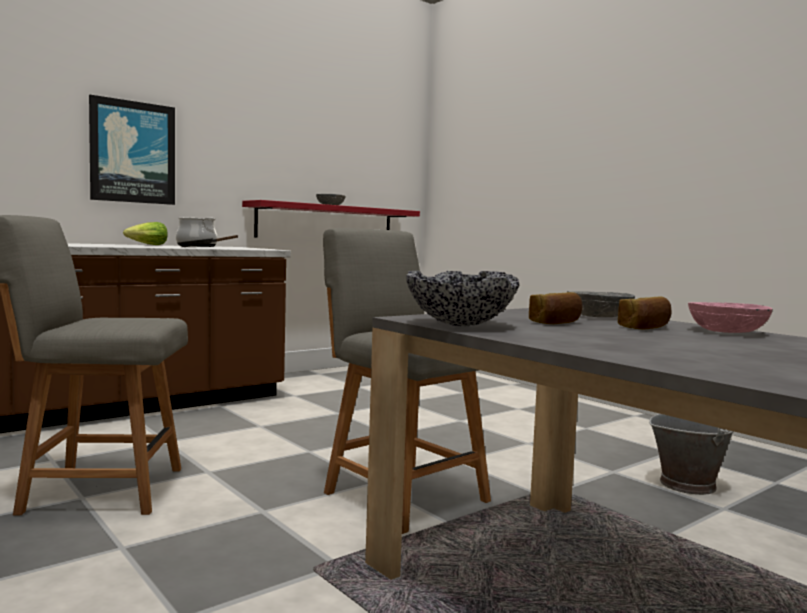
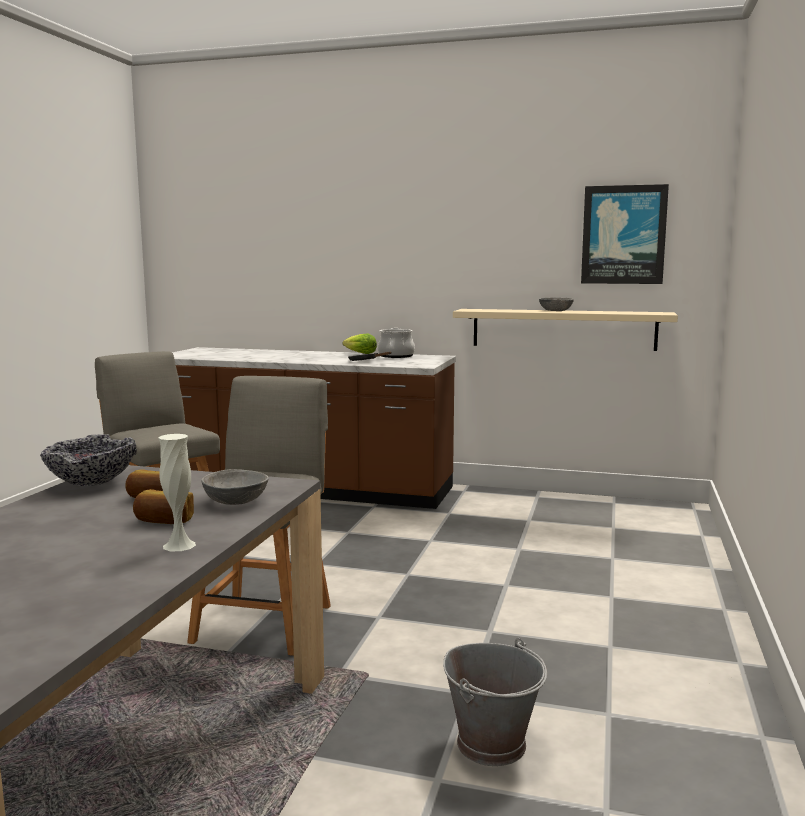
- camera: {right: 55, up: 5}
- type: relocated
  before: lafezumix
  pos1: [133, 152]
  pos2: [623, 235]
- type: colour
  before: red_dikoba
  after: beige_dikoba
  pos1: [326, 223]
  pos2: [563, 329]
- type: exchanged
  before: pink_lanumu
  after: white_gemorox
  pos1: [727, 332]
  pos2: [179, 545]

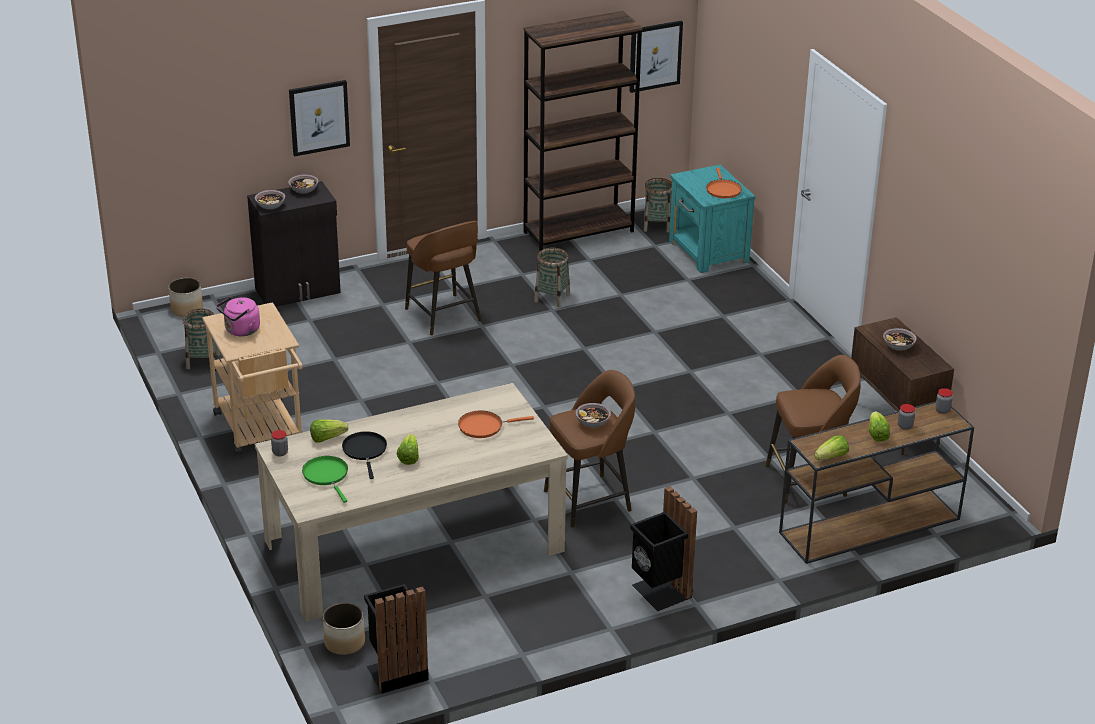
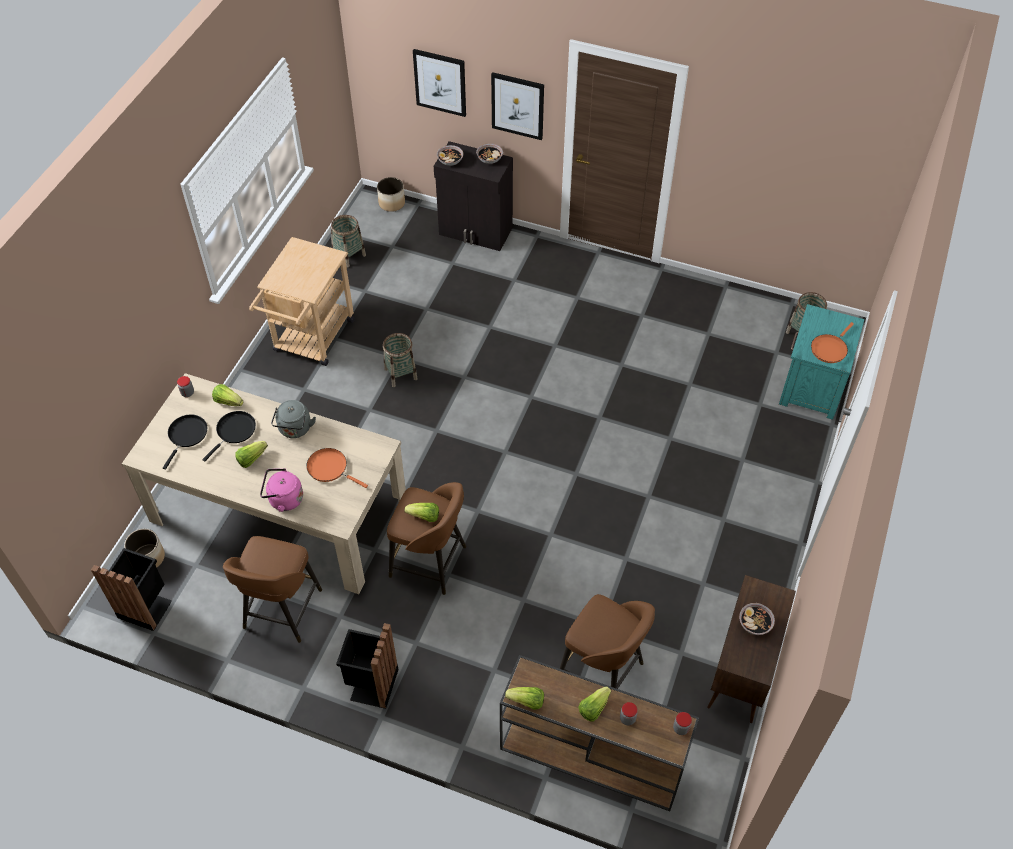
- camera: {right: 45, up: 20}
- type: missing
  before: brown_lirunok
  pos1: [579, 232]
- type: relocated
  before: lafezumix
  pos1: [655, 56]
  pos2: [440, 82]
- type: relocated
  before: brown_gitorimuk
  pos1: [444, 316]
  pos2: [281, 611]
- type: relocated
  before: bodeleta
  pos1: [552, 298]
  pos2: [401, 374]
- type: relocated
  before: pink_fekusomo
  pos1: [240, 331]
  pos2: [283, 499]
- type: exchanged
  before: lanumu
  after: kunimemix
  pos1: [593, 422]
  pos2: [424, 517]
- type: colour
  before: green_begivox
  after: black_begivox
  pos1: [327, 476]
  pos2: [187, 435]
- type: appeared
  after: grey_fekusomo
  pos2: [295, 430]

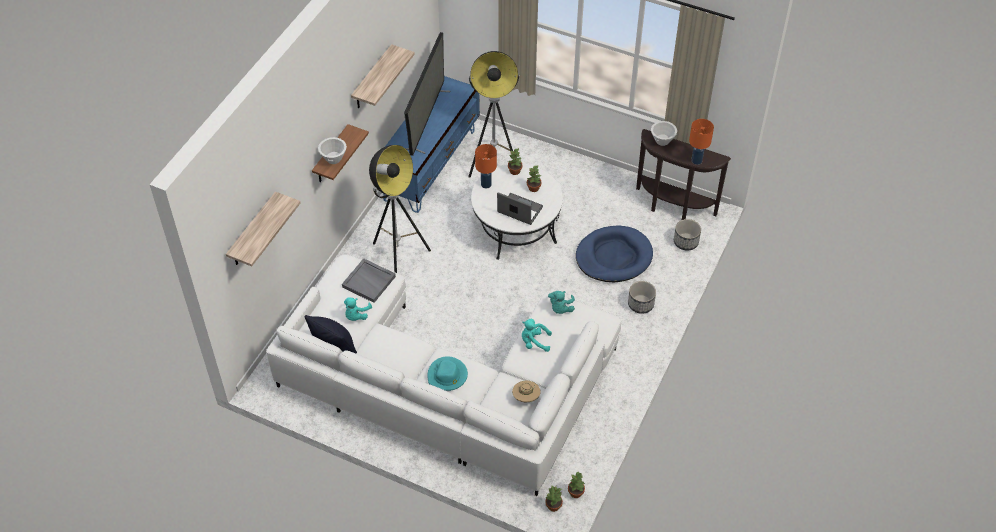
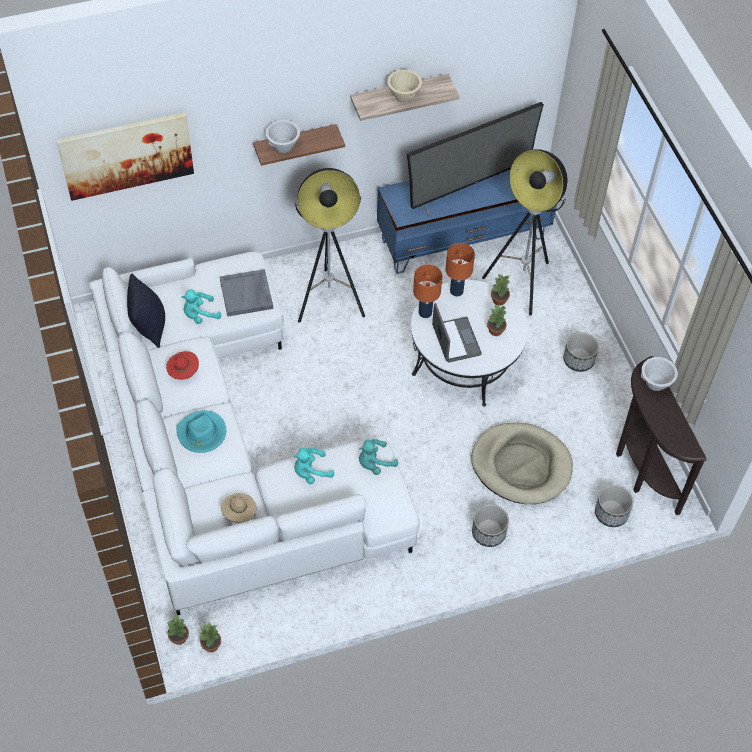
- camera: {right: 45, up: 5}
- type: relocated
  before: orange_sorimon
  pos1: [696, 161]
  pos2: [424, 312]
- type: exchanged
  before: dikoba
  after: lafezumix
  pos1: [252, 231]
  pos2: [126, 155]
- type: colour
  before: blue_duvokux
  after: beige_duvokux
  pos1: [613, 257]
  pos2: [521, 465]
- type: spun
  before: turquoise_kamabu
  pos1: [534, 342]
  pos2: [311, 472]
  turn: -75
- type: appeared
  after: beige_lanumu
  pos2: [404, 96]
- type: appeared
  after: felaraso
  pos2: [579, 360]
- type: appeared
  after: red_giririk
  pos2: [183, 372]

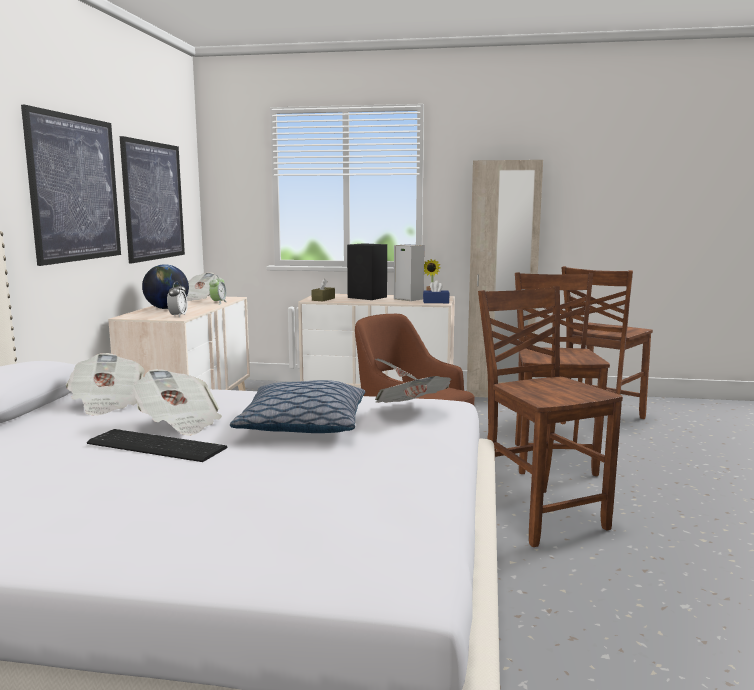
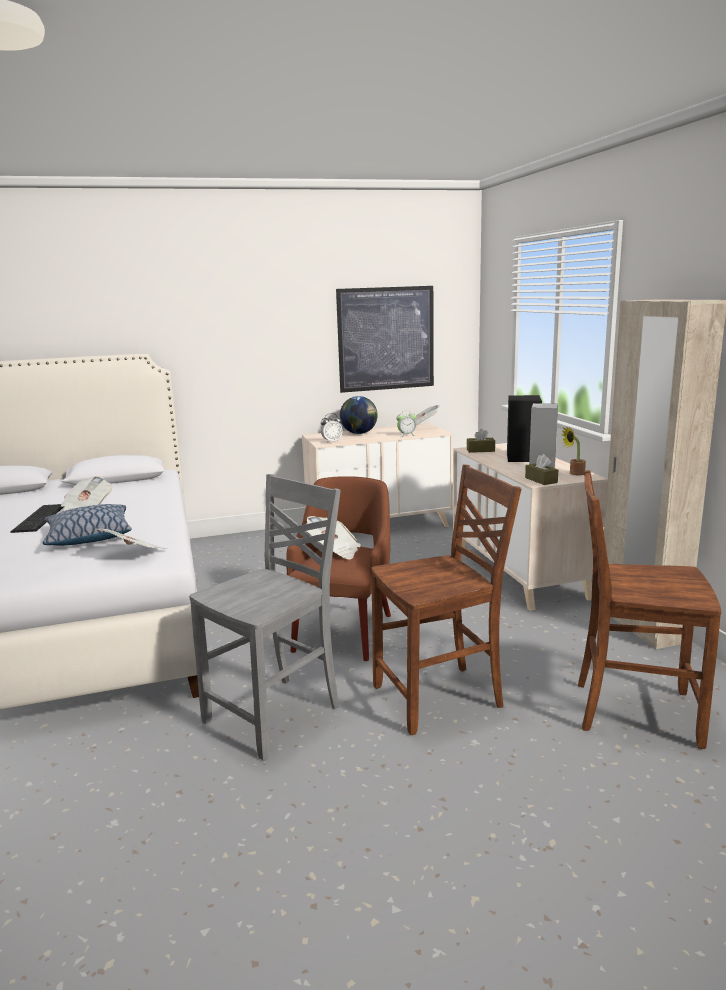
- camera: {right: 65, up: 5}
- type: missing
  before: lafezumix
  pos1: [75, 188]
- type: colour
  before: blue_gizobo
  after: brown_gizobo
  pos1: [436, 302]
  pos2: [541, 480]
- type: colour
  before: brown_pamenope
  after: grey_pamenope
  pos1: [540, 514]
  pos2: [276, 714]
- type: missing
  before: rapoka
  pos1: [107, 404]

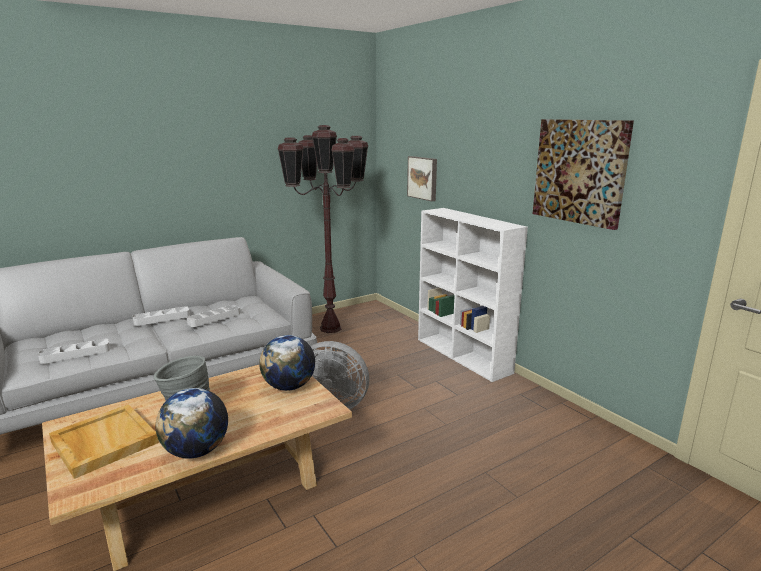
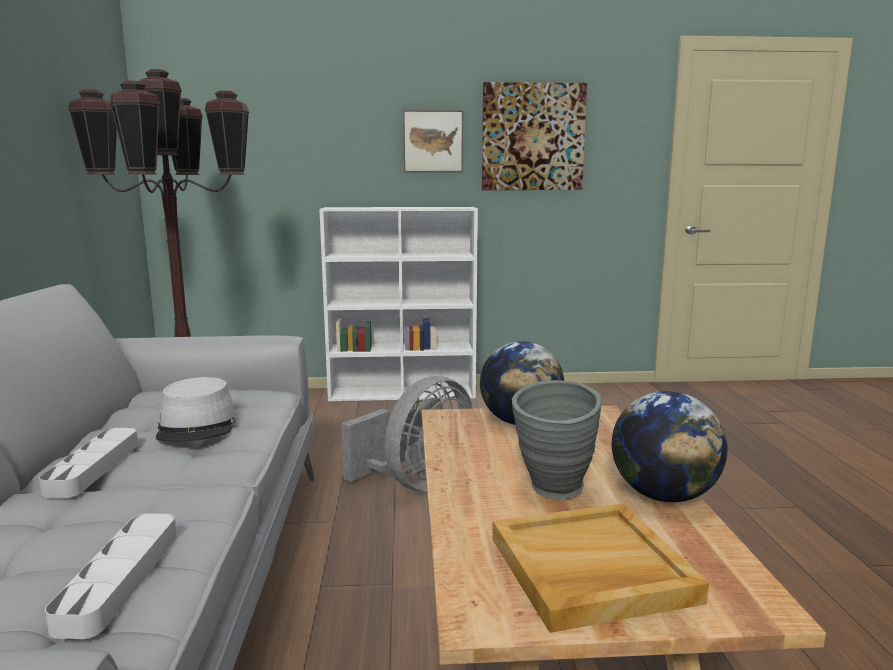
- camera: {right: -60, up: -5}
- type: relocated
  before: lafezumix
  pos1: [423, 178]
  pos2: [433, 141]
- type: exchanged
  before: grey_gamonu
  after: grey_giririk
  pos1: [214, 318]
  pos2: [197, 426]

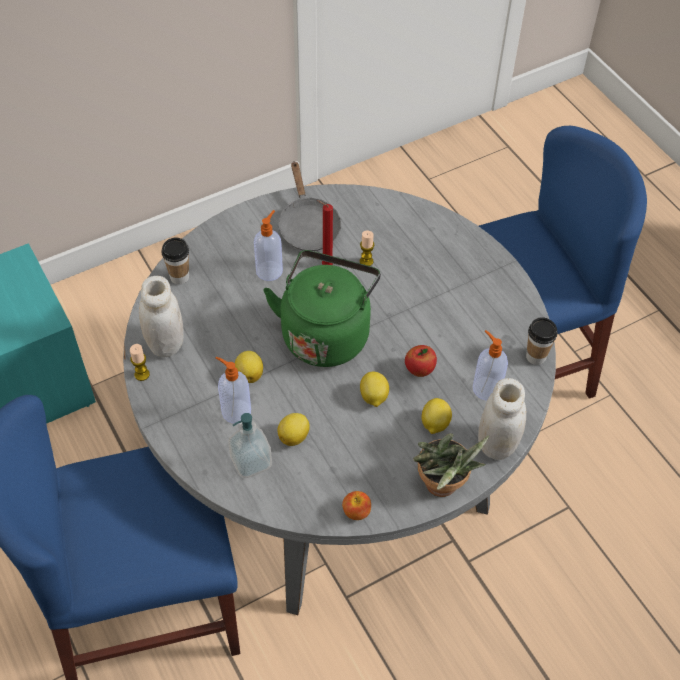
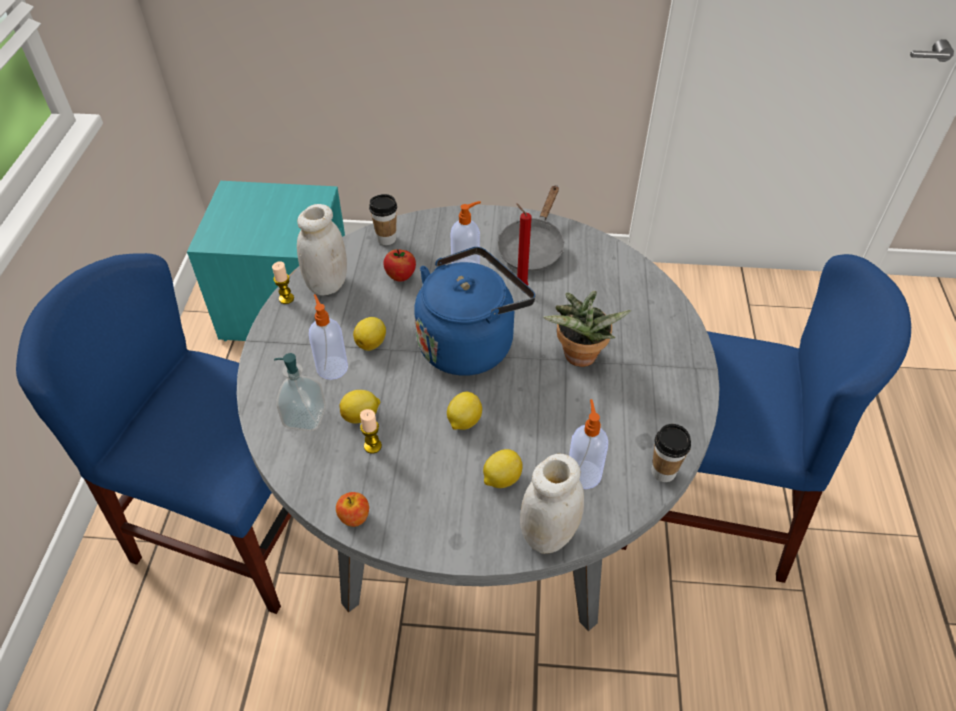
- camera: {right: 35, up: -5}
- type: relocated
  before: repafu
  pos1: [366, 261]
  pos2: [372, 446]
- type: colour
  before: green_fekusomo
  after: blue_fekusomo
  pos1: [326, 333]
  pos2: [470, 343]
- type: relocated
  before: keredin
  pos1: [419, 370]
  pos2: [400, 276]
- type: relocated
  before: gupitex
  pos1: [442, 488]
  pos2: [579, 359]

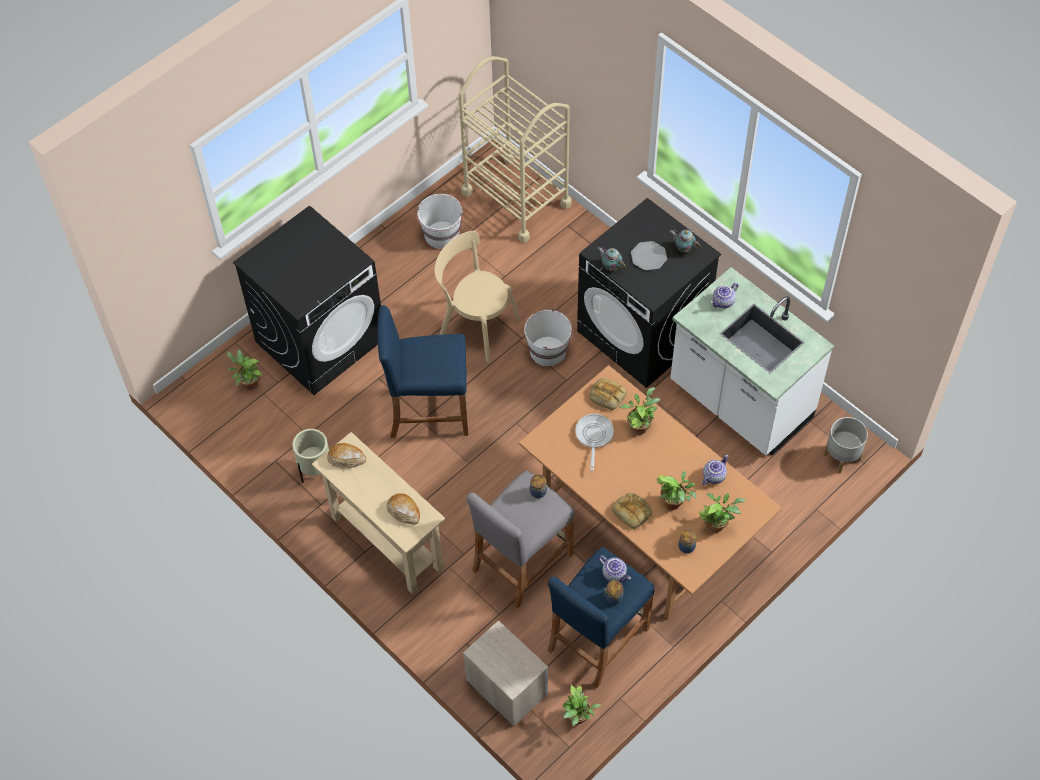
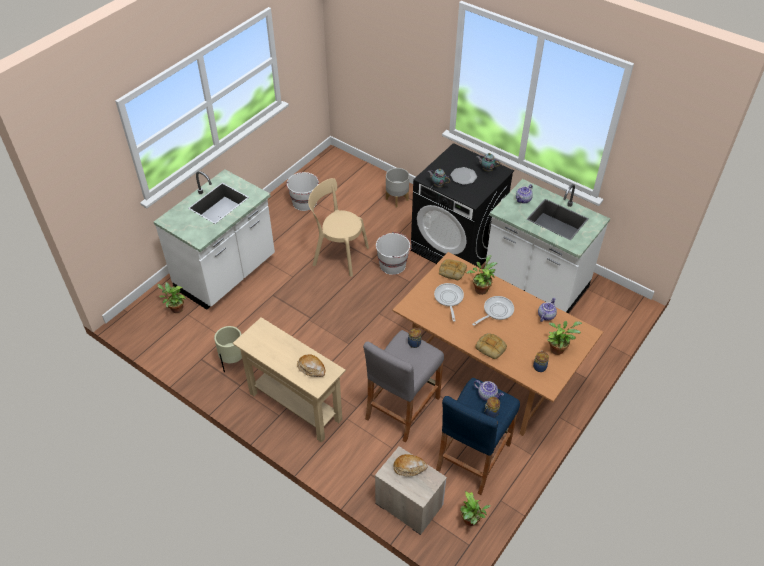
- camera: {right: -10, up: -10}
- type: missing
  before: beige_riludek
  pos1: [516, 198]
- type: exchanged
  before: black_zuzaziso
  after: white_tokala
  pos1: [321, 339]
  pos2: [227, 275]
- type: missing
  before: blue_gitorimuk
  pos1: [429, 410]
- type: relocated
  before: grey_felaraso
  pos1: [842, 458]
  pos2: [397, 199]
- type: relocated
  before: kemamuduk
  pos1: [346, 458]
  pos2: [409, 467]
- type: missing
  before: gupitex
  pos1: [674, 503]
- type: appeared
  after: begivox
  pos2: [496, 311]

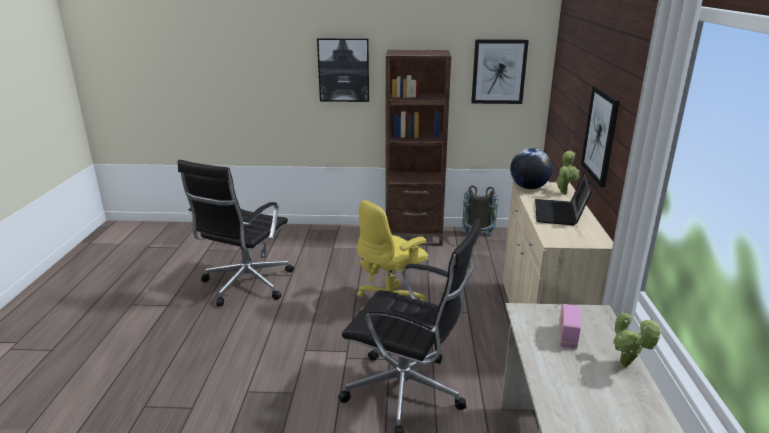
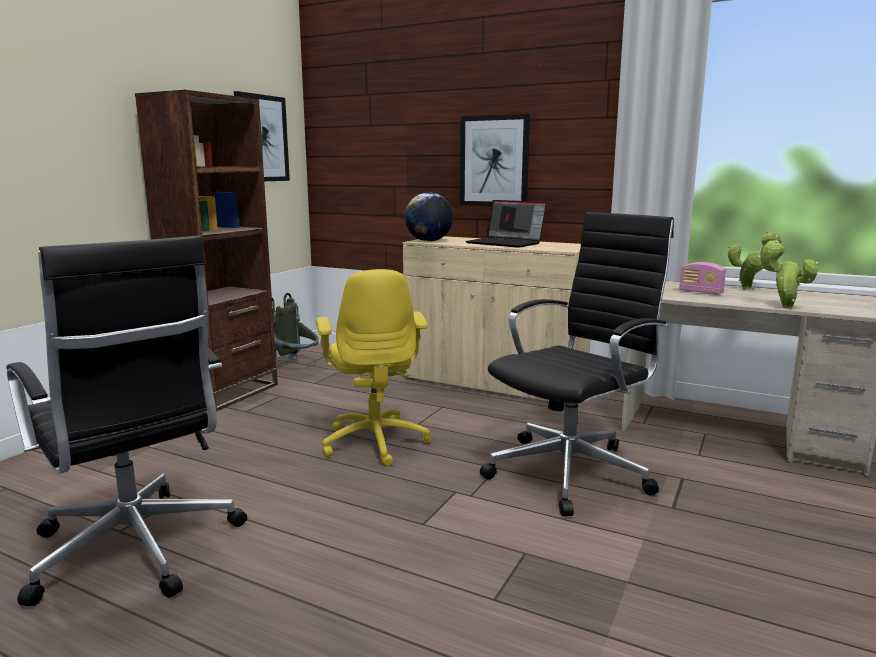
- camera: {right: -65, up: -10}
- type: missing
  before: lafezumix
  pos1: [343, 70]
- type: relocated
  before: gupitex
  pos1: [564, 193]
  pos2: [783, 307]

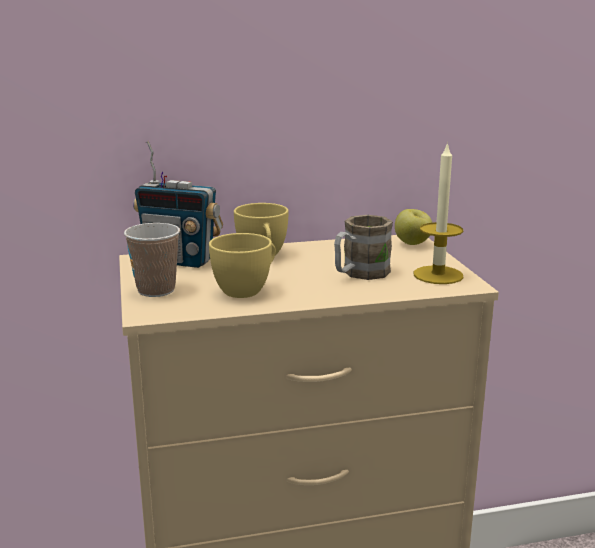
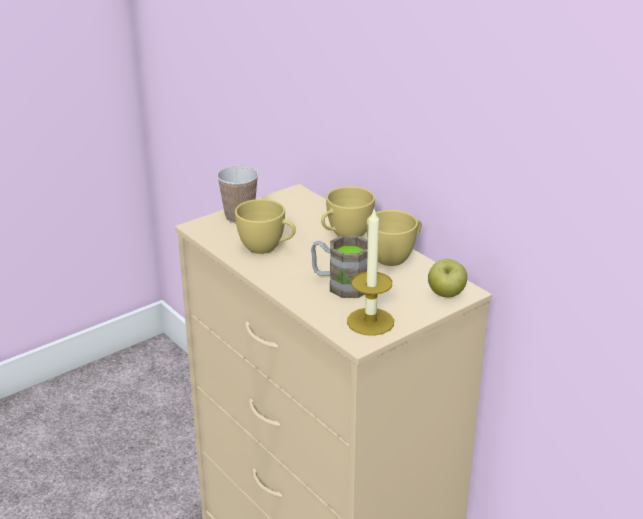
- camera: {right: 65, up: 10}
- type: missing
  before: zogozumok
  pos1: [180, 261]
- type: appeared
  after: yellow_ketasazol
  pos2: [395, 257]

